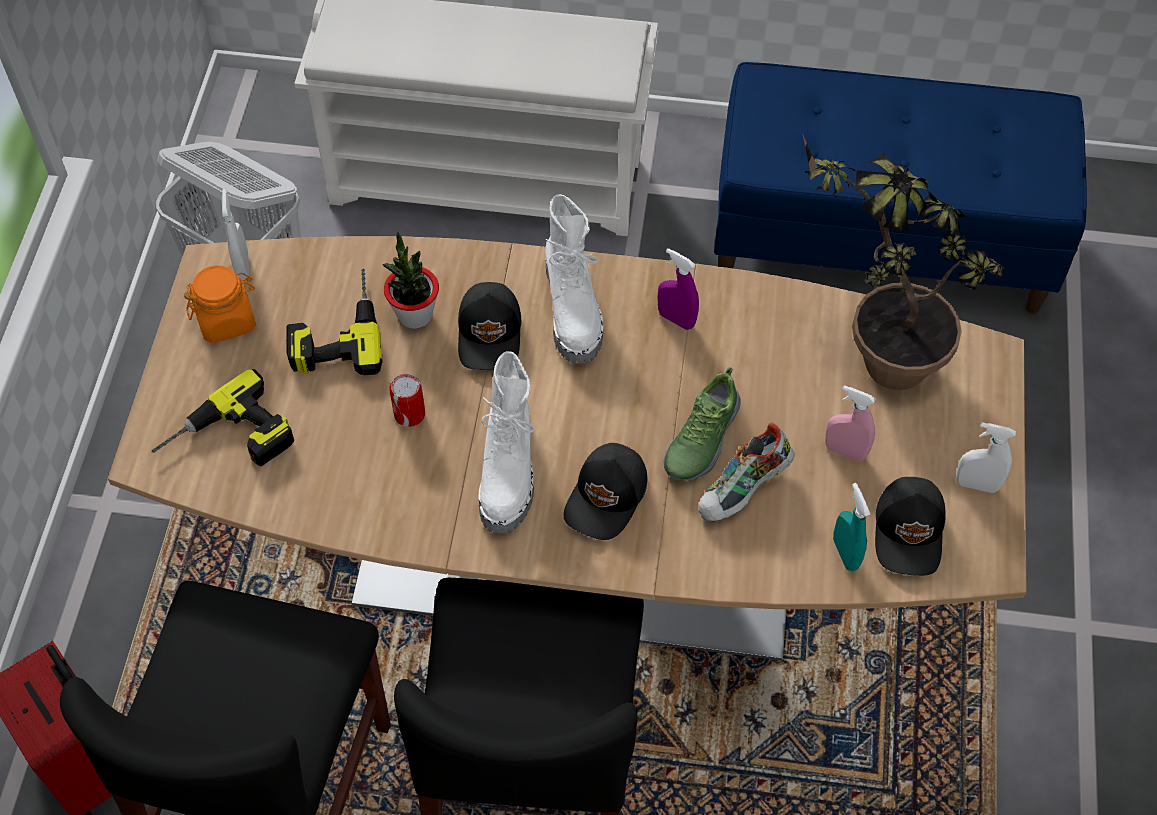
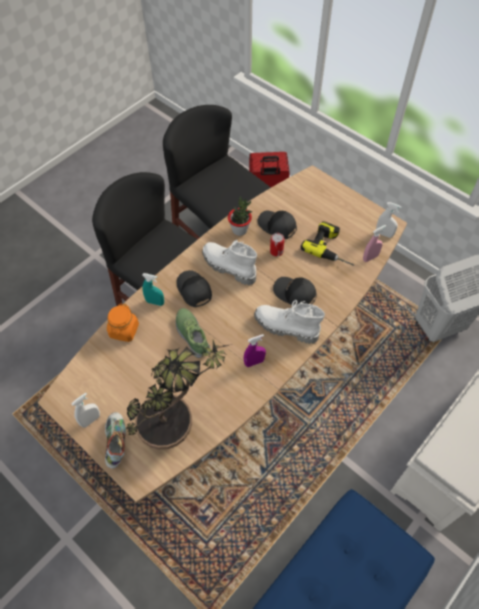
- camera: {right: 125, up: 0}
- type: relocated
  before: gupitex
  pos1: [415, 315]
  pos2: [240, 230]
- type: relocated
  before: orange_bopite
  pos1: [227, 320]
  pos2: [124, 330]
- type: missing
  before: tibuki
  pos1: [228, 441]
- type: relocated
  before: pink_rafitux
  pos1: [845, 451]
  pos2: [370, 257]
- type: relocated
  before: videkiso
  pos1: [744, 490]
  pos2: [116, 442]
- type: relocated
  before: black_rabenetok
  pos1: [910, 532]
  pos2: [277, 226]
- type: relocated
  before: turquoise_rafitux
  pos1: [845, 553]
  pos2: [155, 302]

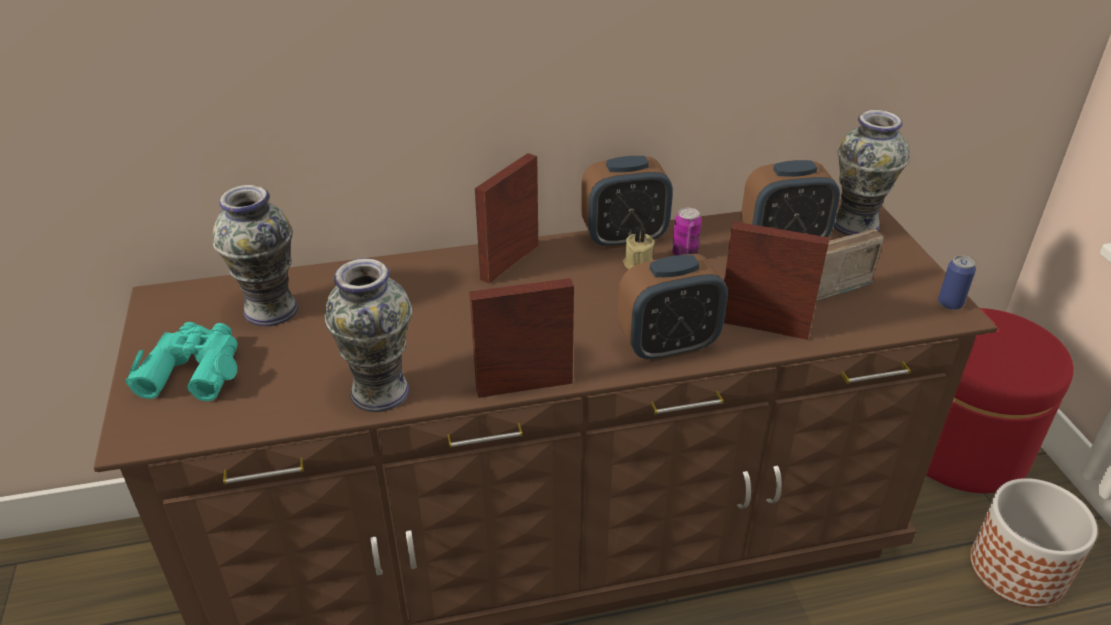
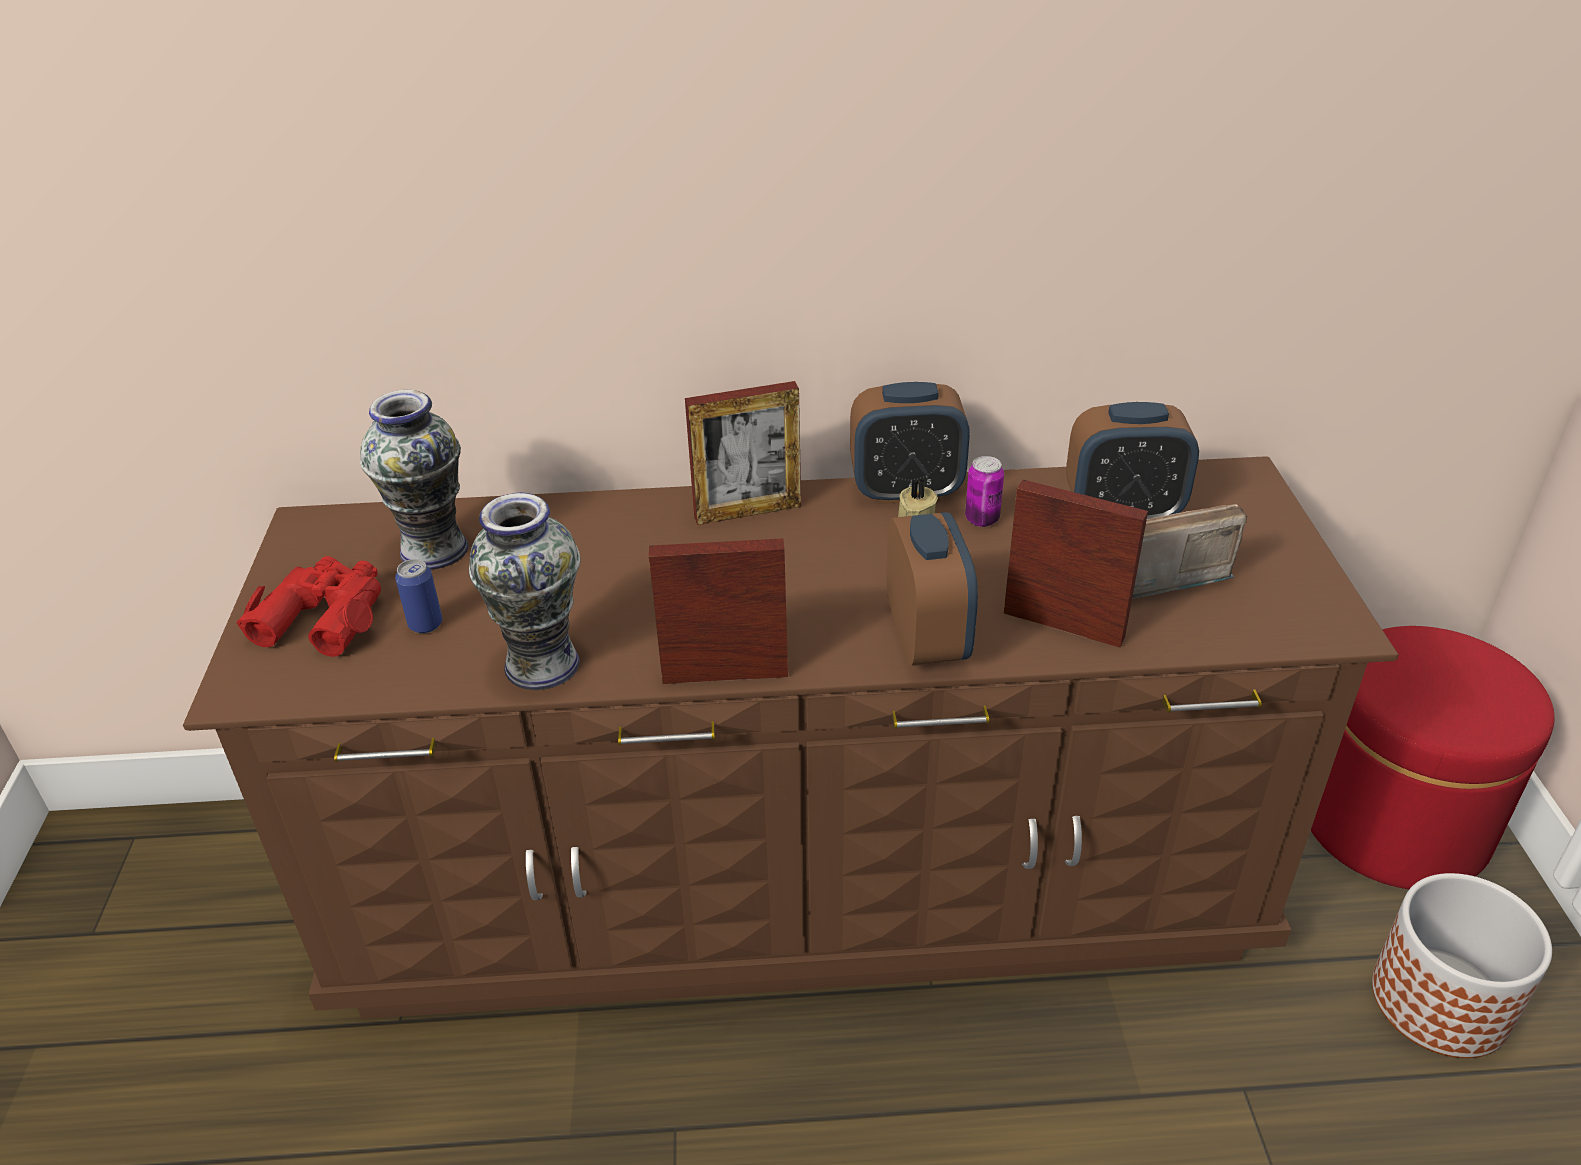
- camera: {right: 10, up: 0}
- type: missing
  before: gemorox
  pos1: [855, 224]
- type: spun
  before: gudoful
  pos1: [510, 262]
  pos2: [747, 511]
  turn: -150
- type: spun
  before: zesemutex
  pos1: [668, 346]
  pos2: [927, 639]
  turn: -90
- type: relocated
  before: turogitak
  pos1: [950, 303]
  pos2: [425, 624]
- type: colour
  before: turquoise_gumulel
  after: red_gumulel
  pos1: [193, 369]
  pos2: [324, 616]

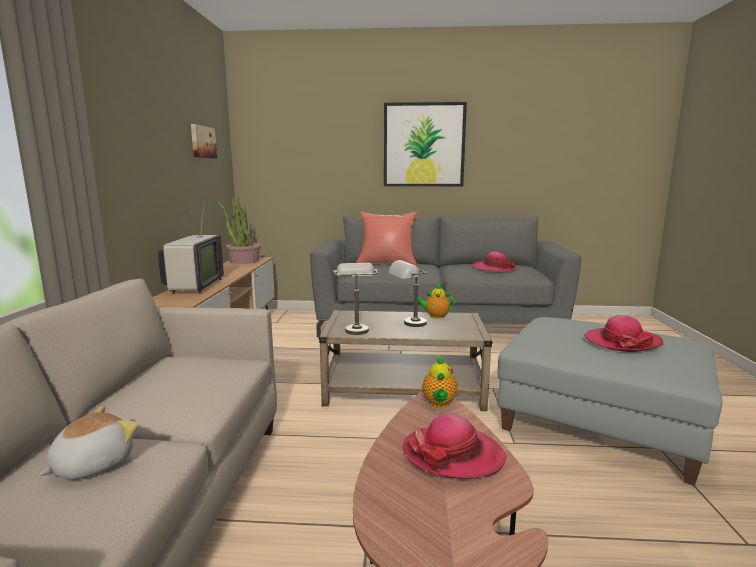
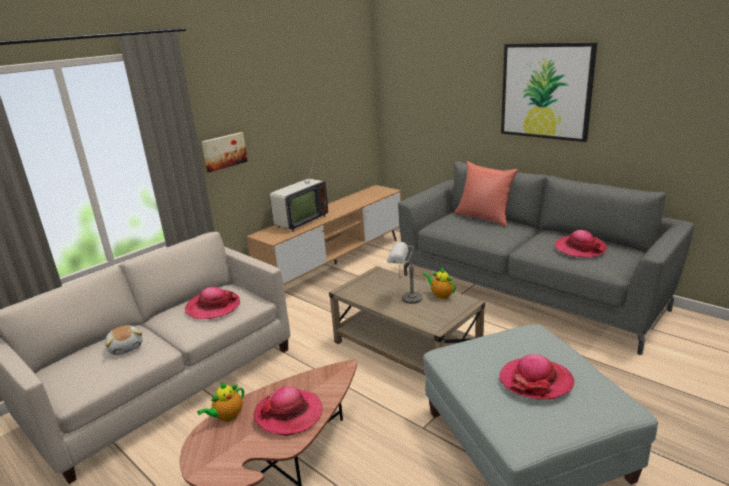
- camera: {right: 40, up: 10}
- type: relocated
  before: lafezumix
  pos1: [202, 142]
  pos2: [224, 151]
- type: missing
  before: gupitex
  pos1: [244, 261]
- type: missing
  before: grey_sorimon
  pos1: [355, 328]
- type: relocated
  before: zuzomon
  pos1: [439, 403]
  pos2: [227, 417]
- type: spun
  before: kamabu
  pos1: [92, 464]
  pos2: [126, 347]
  turn: 75
- type: appeared
  after: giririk
  pos2: [213, 307]

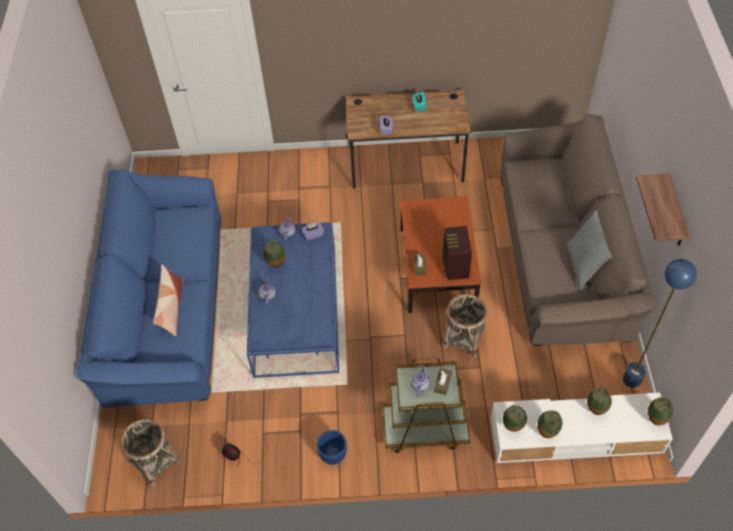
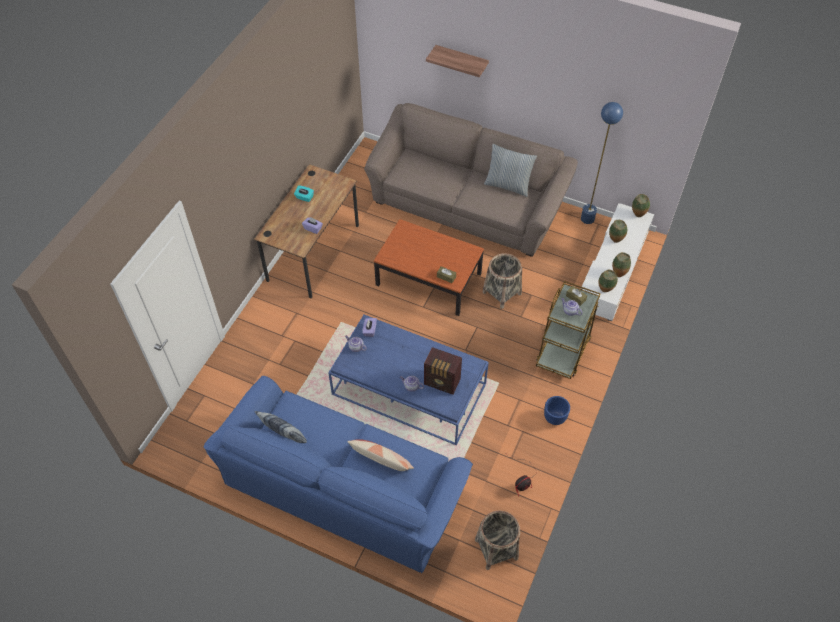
- camera: {right: -65, up: 0}
- type: relocated
  before: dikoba
  pos1: [675, 213]
  pos2: [461, 61]
- type: relocated
  before: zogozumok
  pos1: [455, 266]
  pos2: [442, 382]
- type: missing
  before: gemorox
  pos1: [277, 266]
- type: appeared
  after: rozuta
  pos2: [284, 436]

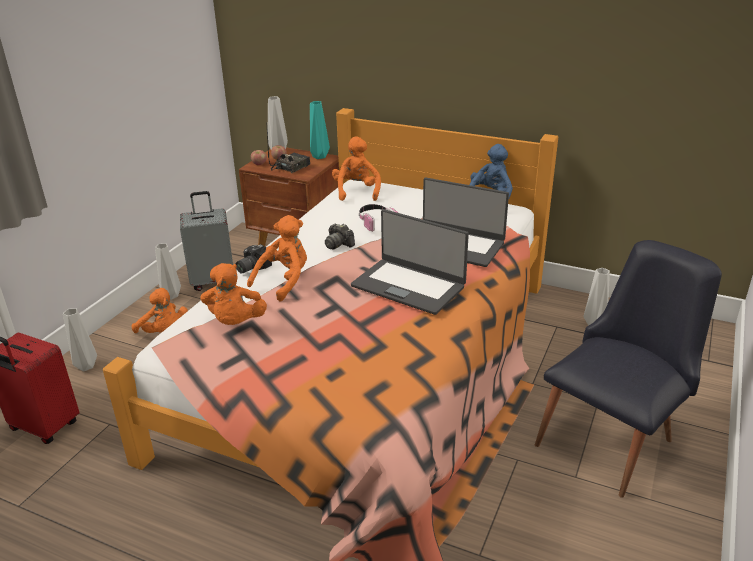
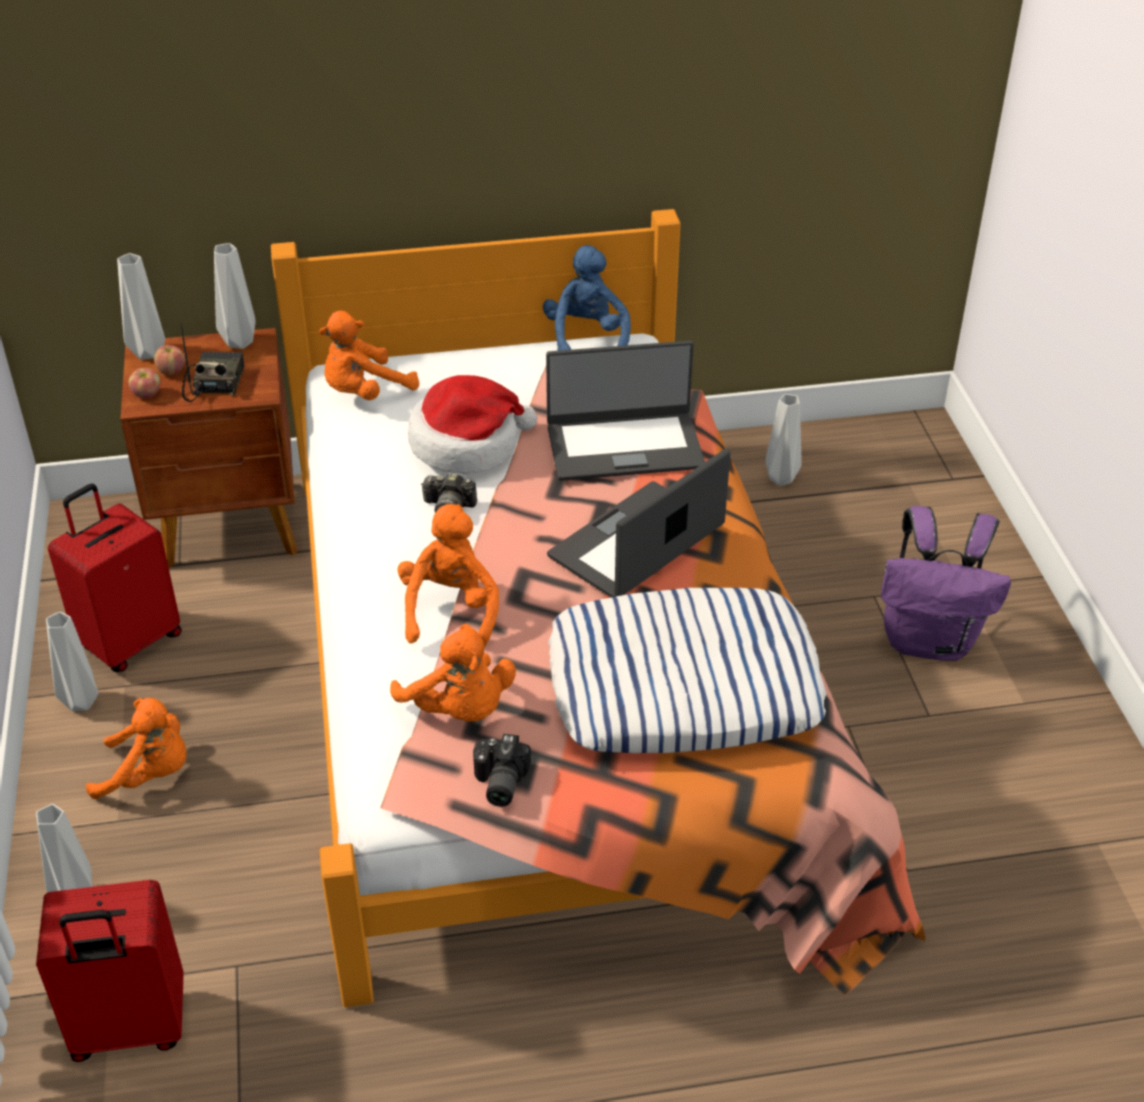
- camera: {right: -35, up: 10}
- type: colour
  before: turquoise_gemorox
  after: grey_gemorox
  pos1: [318, 157]
  pos2: [239, 343]
- type: spun
  before: orange_kamabu
  pos1: [357, 191]
  pos2: [364, 392]
  turn: -90
- type: colour
  before: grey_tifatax
  after: red_tifatax
  pos1: [214, 281]
  pos2: [130, 641]
- type: exchanged
  before: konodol
  after: giririk
  pos1: [376, 221]
  pos2: [467, 444]
- type: spun
  before: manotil
  pos1: [409, 286]
  pos2: [638, 543]
  turn: 135
- type: exchanged
  before: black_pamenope
  after: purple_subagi
  pos1: [614, 437]
  pos2: [930, 641]
- type: relocated
  before: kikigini
  pos1: [251, 267]
  pos2: [498, 783]
- type: appeared
  after: rozuta
  pos2: [684, 685]

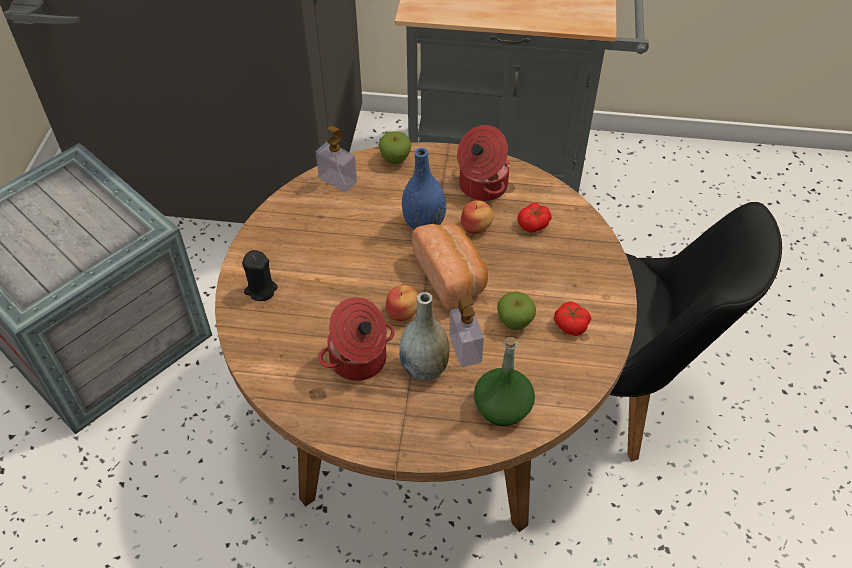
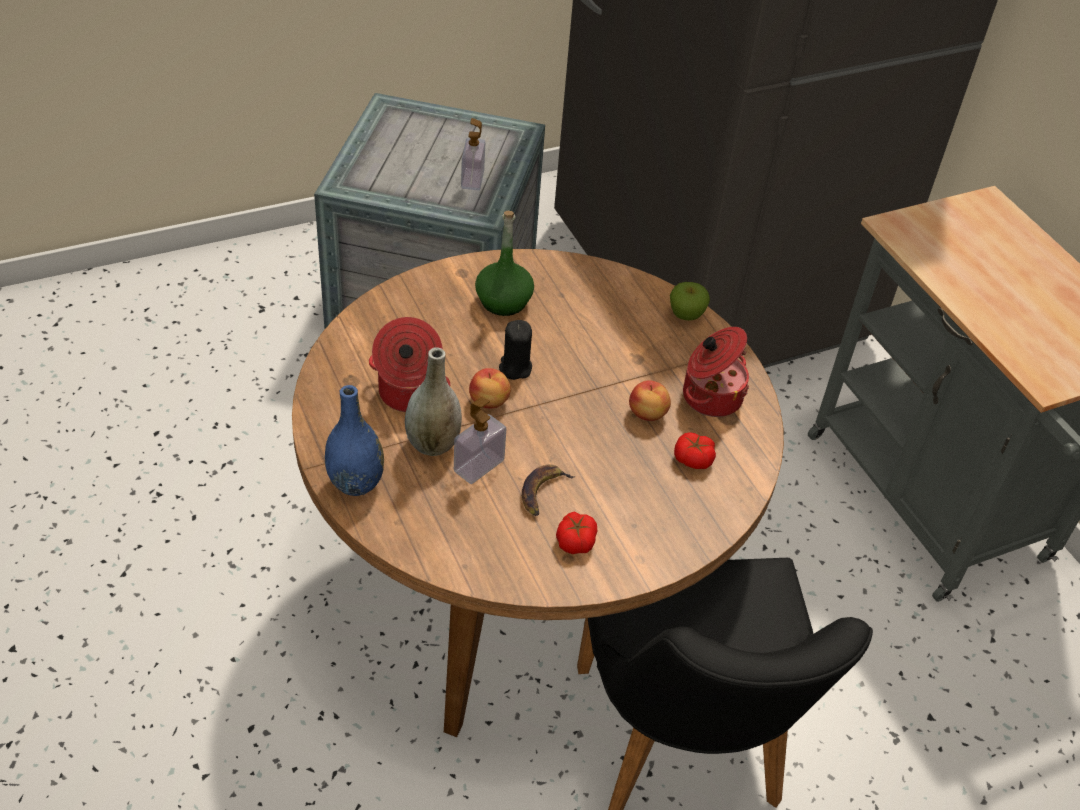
- camera: {right: 55, up: -5}
- type: relocated
  before: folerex
  pos1: [337, 180]
  pos2: [472, 179]
- type: relocated
  before: blue_gemorox
  pos1: [424, 224]
  pos2: [355, 483]
- type: missing
  before: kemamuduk
  pos1: [451, 276]
- type: relocated
  before: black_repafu
  pos1: [261, 290]
  pos2: [515, 368]
- type: exchanged
  before: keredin
  after: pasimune
  pos1: [514, 322]
  pos2: [543, 492]
- type: relocated
  before: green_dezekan
  pos1: [502, 407]
  pos2: [503, 301]

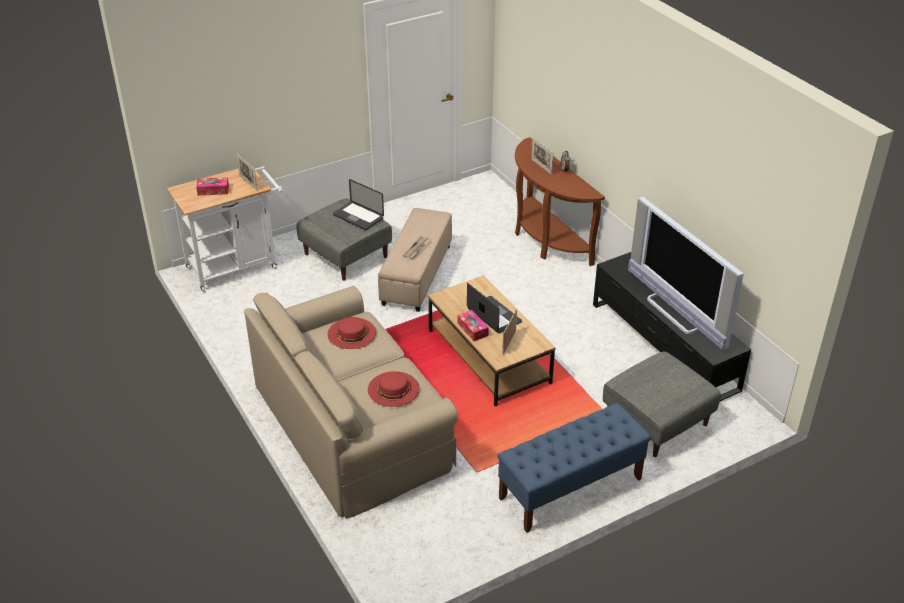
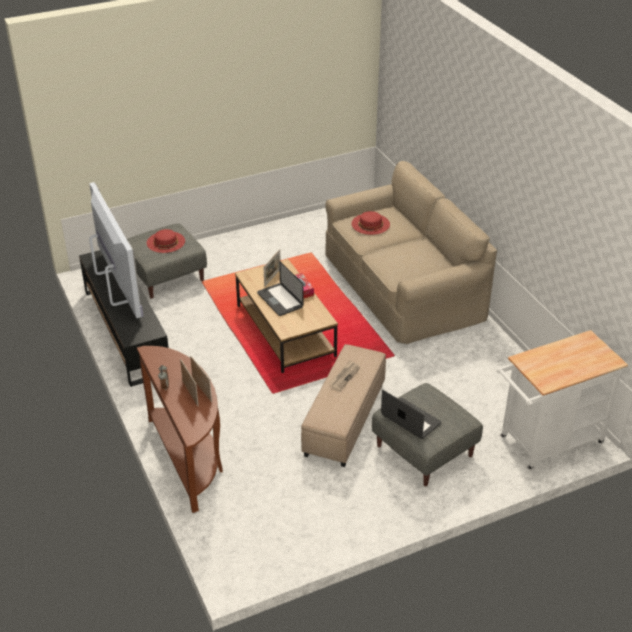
- camera: {right: -175, up: 0}
- type: relocated
  before: gudoful
  pos1: [248, 183]
  pos2: [202, 389]
- type: missing
  before: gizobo
  pos1: [213, 190]
- type: relocated
  before: red_giririk
  pos1: [351, 333]
  pos2: [166, 242]
- type: missing
  before: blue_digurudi
  pos1: [570, 488]

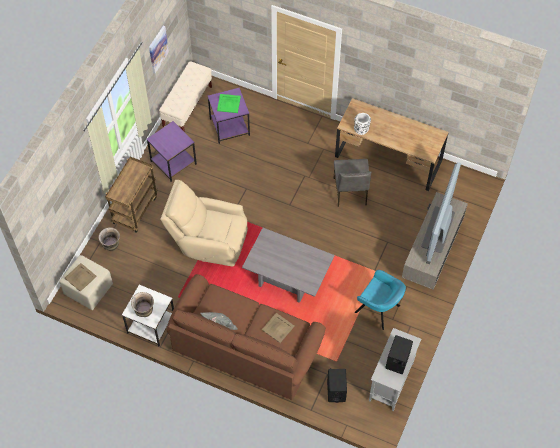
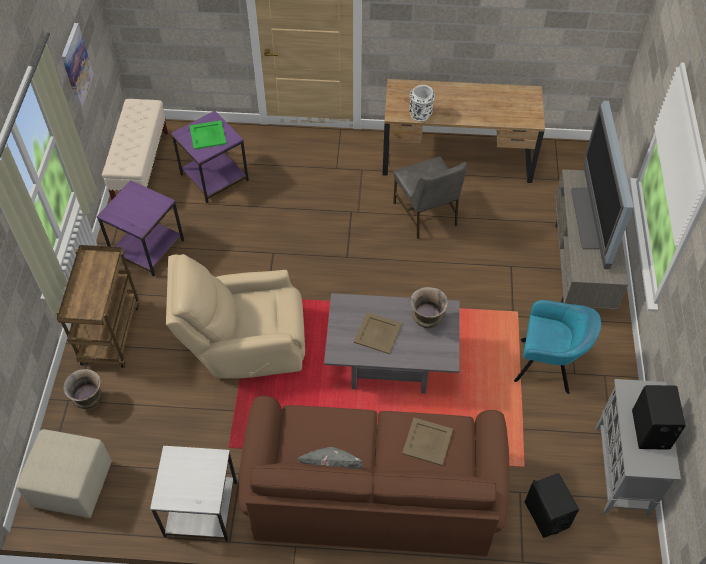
- camera: {right: -20, up: -5}
- type: relocated
  before: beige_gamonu
  pos1: [80, 277]
  pos2: [378, 333]
- type: relocated
  before: gemorox
  pos1: [144, 312]
  pos2: [426, 321]

